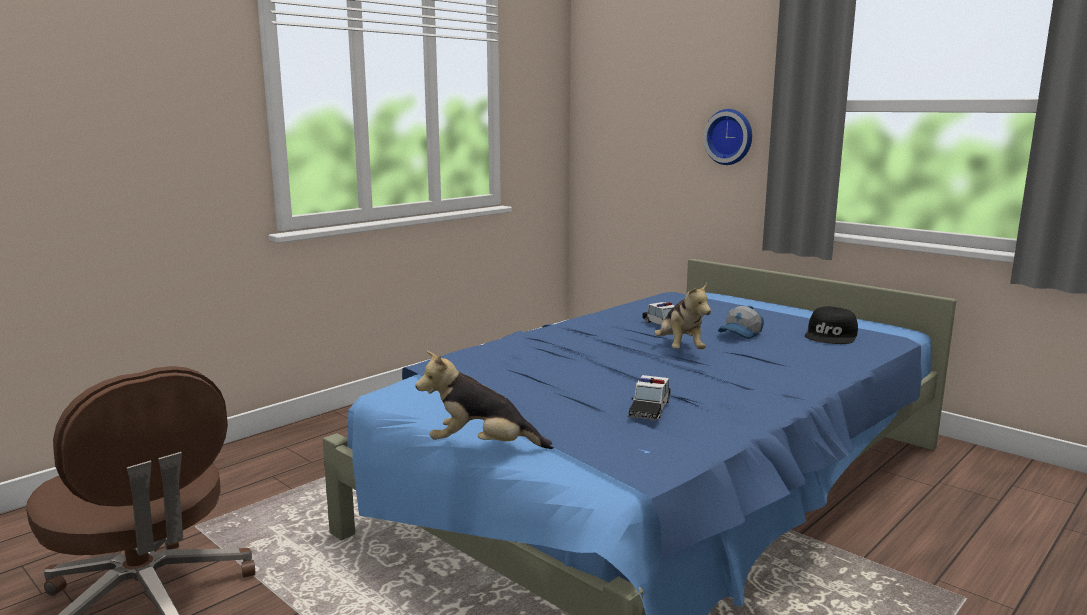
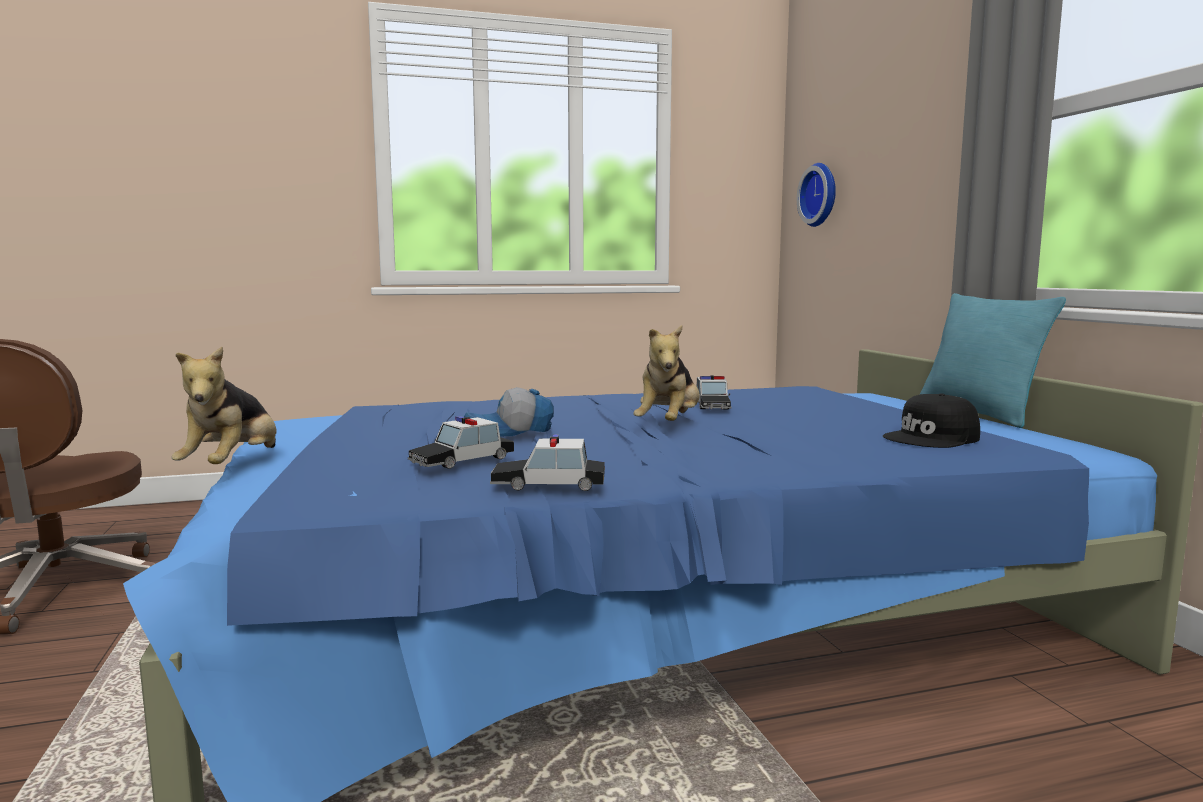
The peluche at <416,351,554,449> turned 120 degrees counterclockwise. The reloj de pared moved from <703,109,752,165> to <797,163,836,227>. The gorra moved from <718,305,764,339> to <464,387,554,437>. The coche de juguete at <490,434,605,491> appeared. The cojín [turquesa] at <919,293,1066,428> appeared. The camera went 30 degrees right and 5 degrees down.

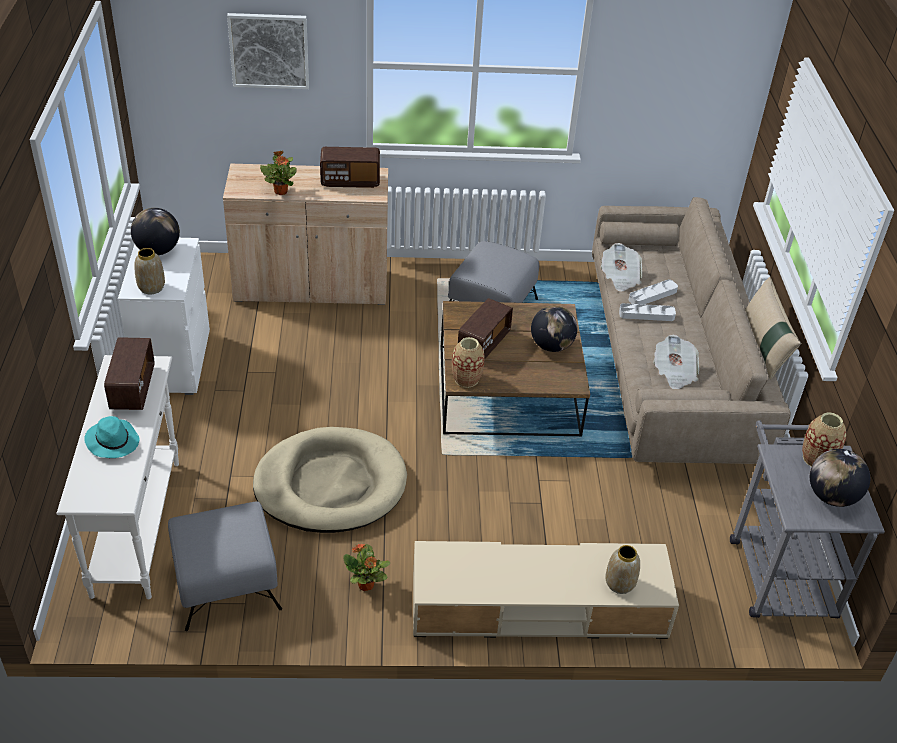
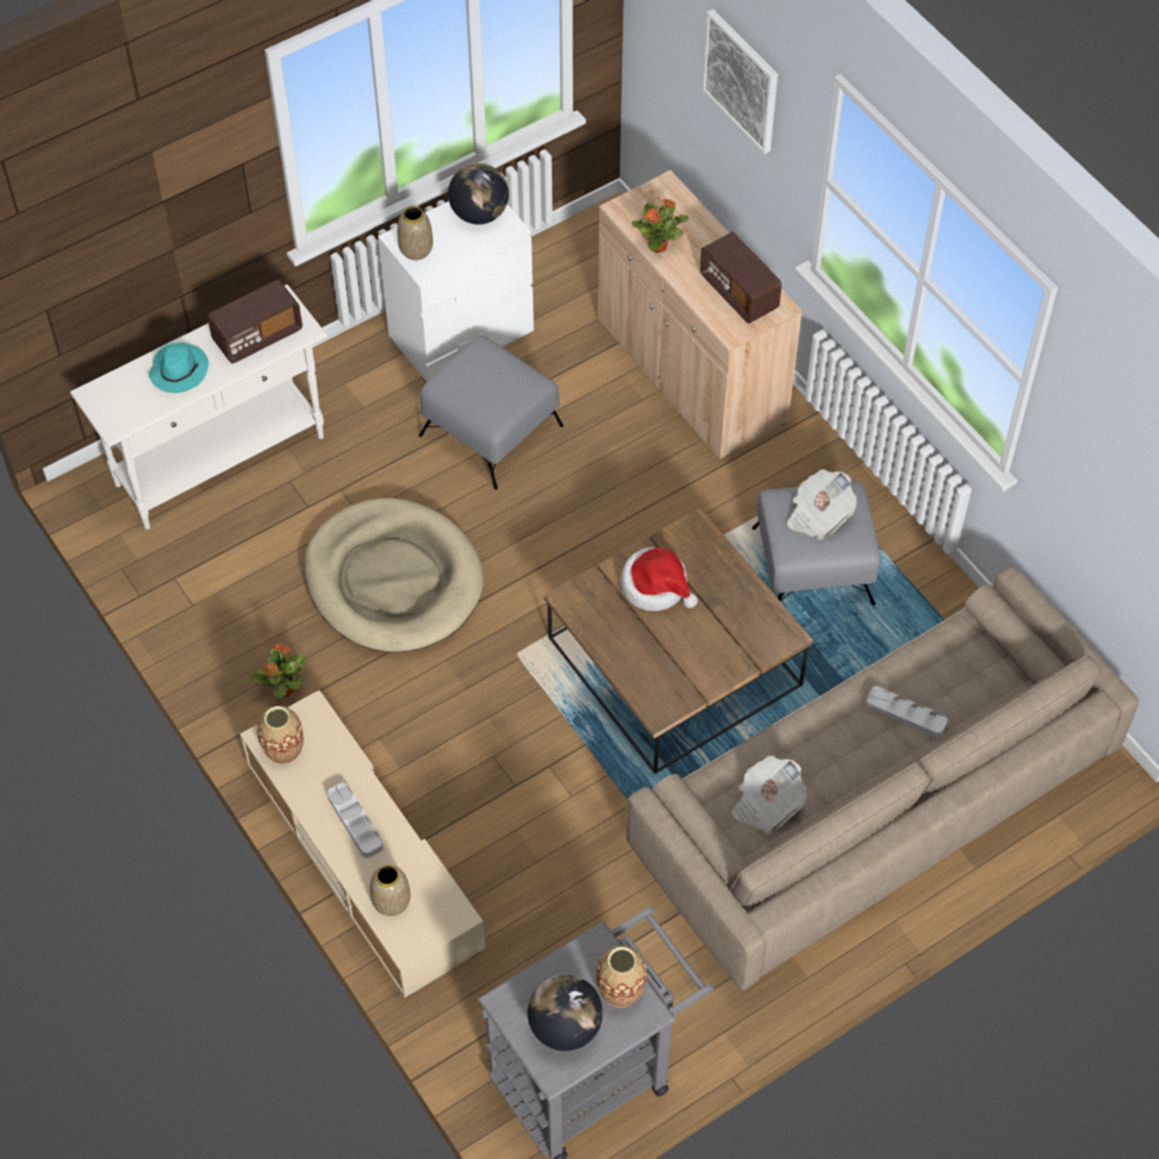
The puf [gris] moved from <168,501,282,631> to <419,335,563,490>. The florero moved from <452,337,484,388> to <257,706,304,764>. The radio at <458,298,513,360> was replaced by the sombrero at <620,547,698,611>. The globo terráqueo at <531,306,577,352> disappeared. The periódico moved from <601,243,642,292> to <787,469,857,540>. The bandeja [gris] moved from <619,303,676,321> to <327,782,383,858>. The cojín [beis] at <745,277,801,380> disappeared. The camera went 60 degrees right and 15 degrees up.

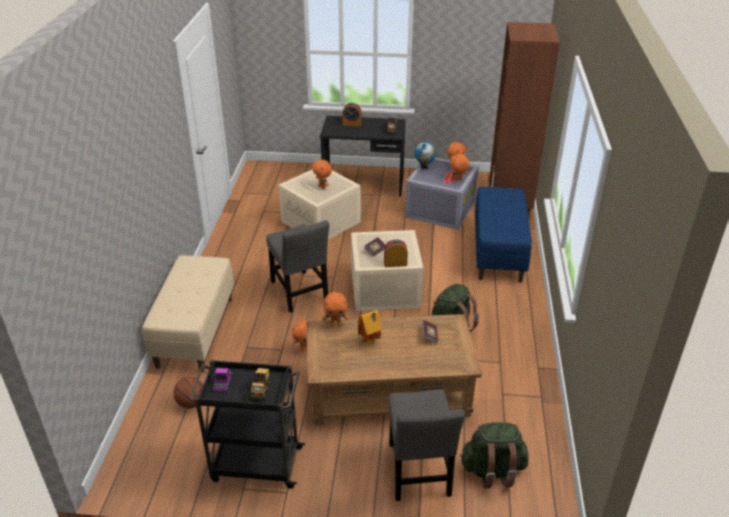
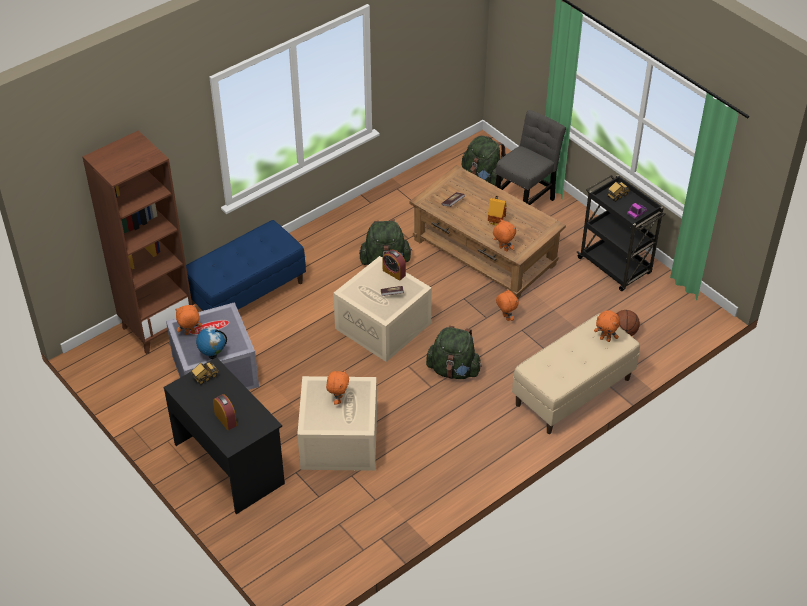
The silla [gris] at <266,220,330,312> was replaced by the mochila [verde] at <426,326,482,379>. The peluche [naranja] moved from <449,154,470,182> to <594,310,620,342>. The camera went 135 degrees left and 10 degrees up.

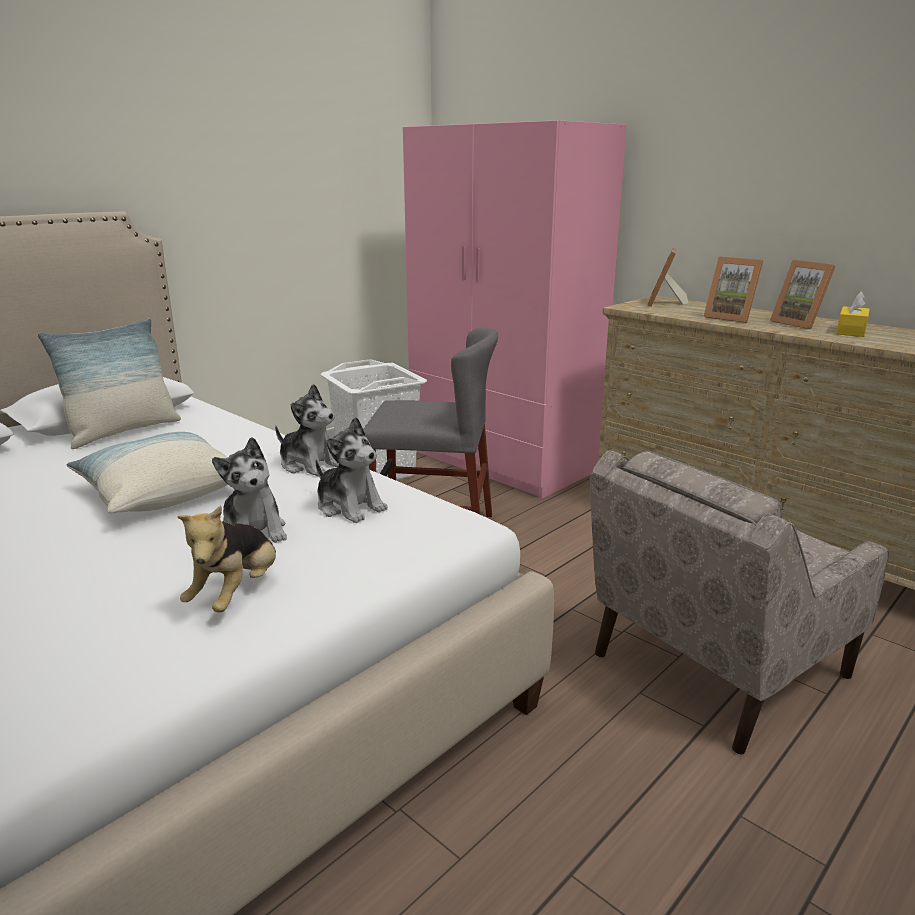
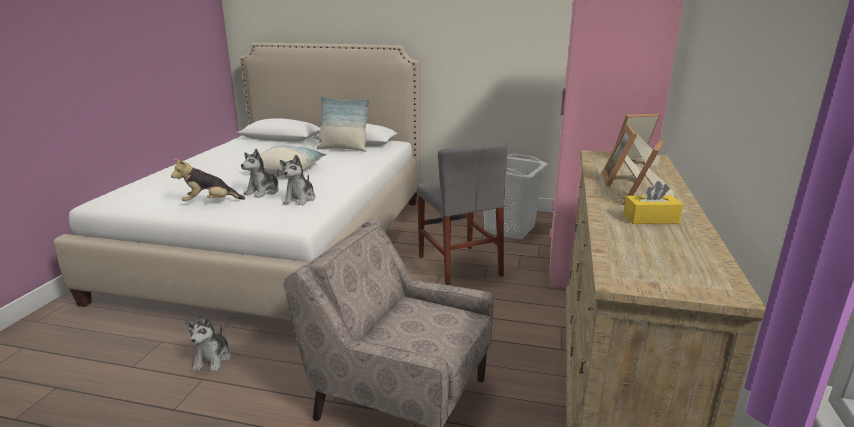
The peluche moved from <275,384,339,476> to <185,315,231,372>. The camera went 60 degrees right and 0 degrees up.

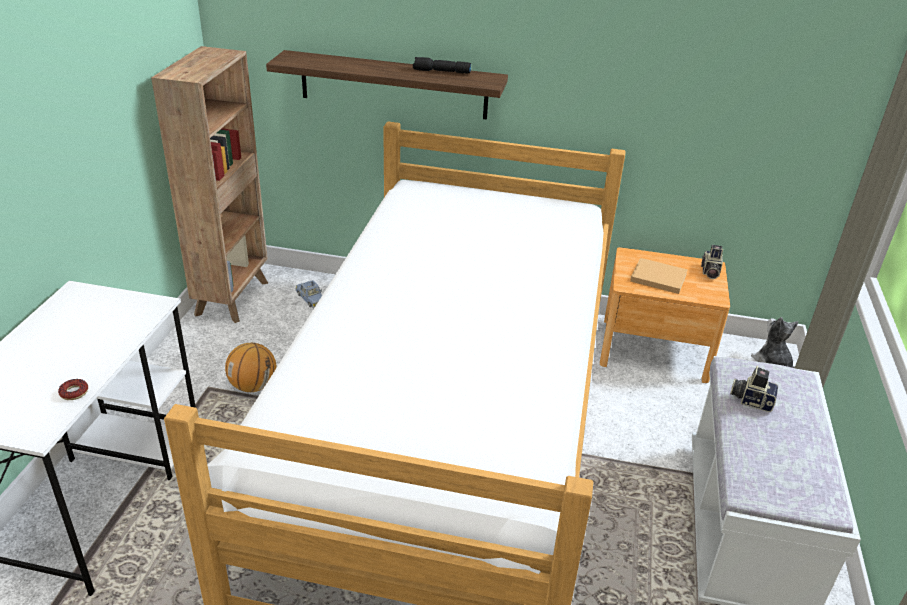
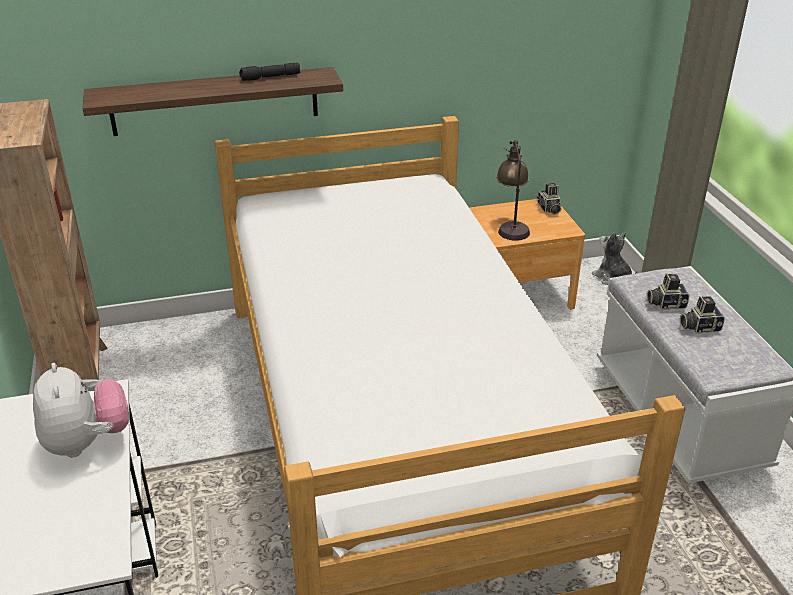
The rosquilla at <58,379,88,400> disappeared. The balón de baloncesto at <225,343,276,392> disappeared. The coche de juguete [azul] at <295,280,322,309> disappeared. The libro [beis] at <630,258,688,294> was replaced by the lámpara de mesa at <496,140,530,241>. The peluche at <33,363,129,457> appeared. The cámara at <680,296,725,333> appeared. The camera went 25 degrees left and 0 degrees up.

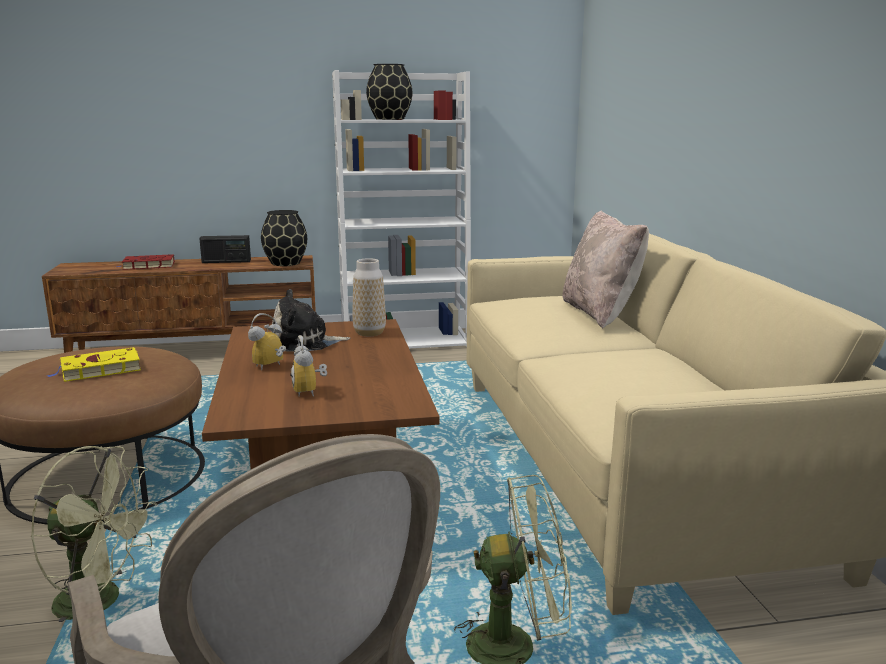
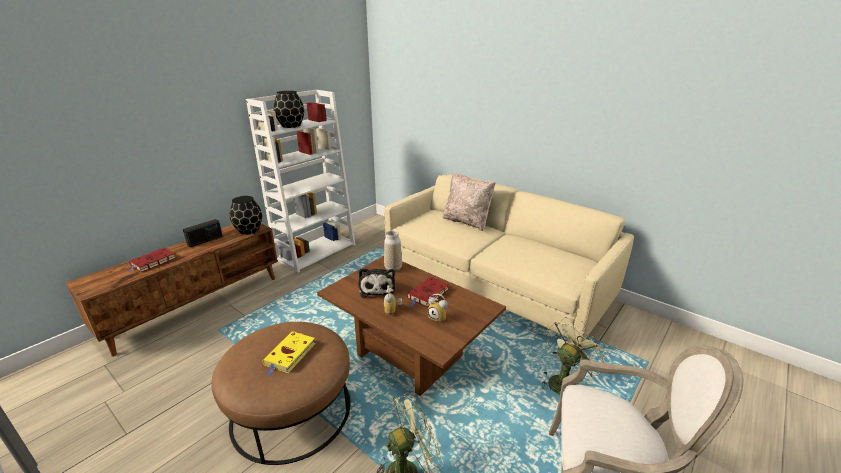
The peluche at <272,289,350,352> turned 45 degrees counterclockwise. The libro [rojo] at <407,277,449,307> appeared. The camera went 40 degrees left and 10 degrees up.

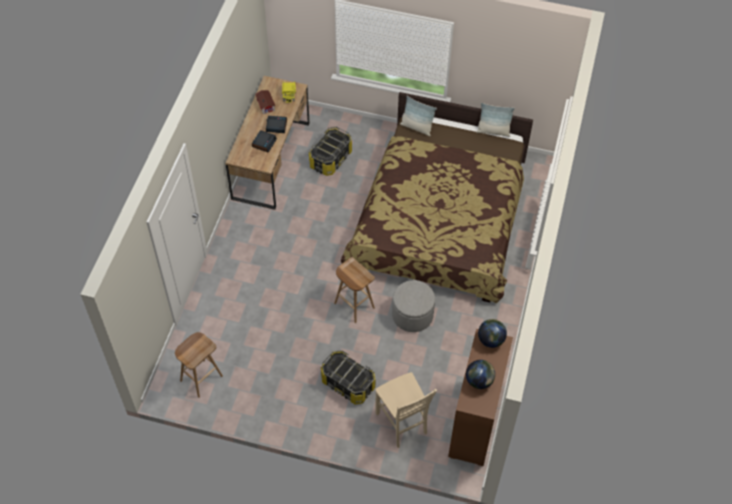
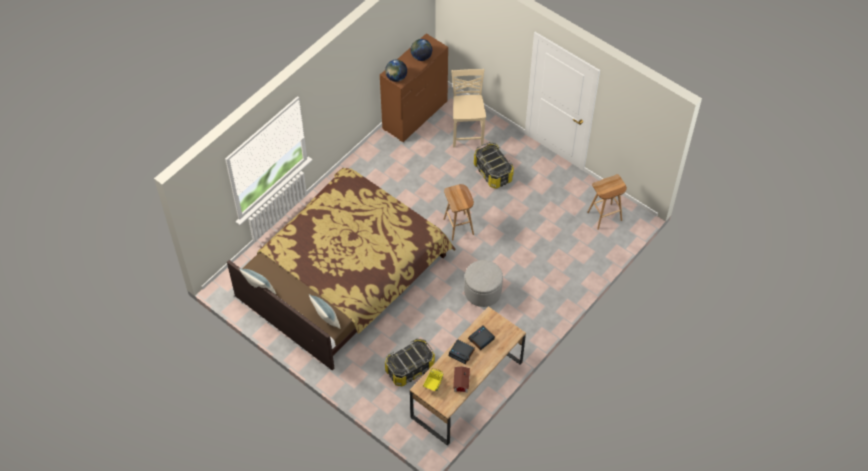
The puf [gris] moved from <392,280,435,332> to <464,260,503,307>. The camera went 155 degrees left and 0 degrees up.

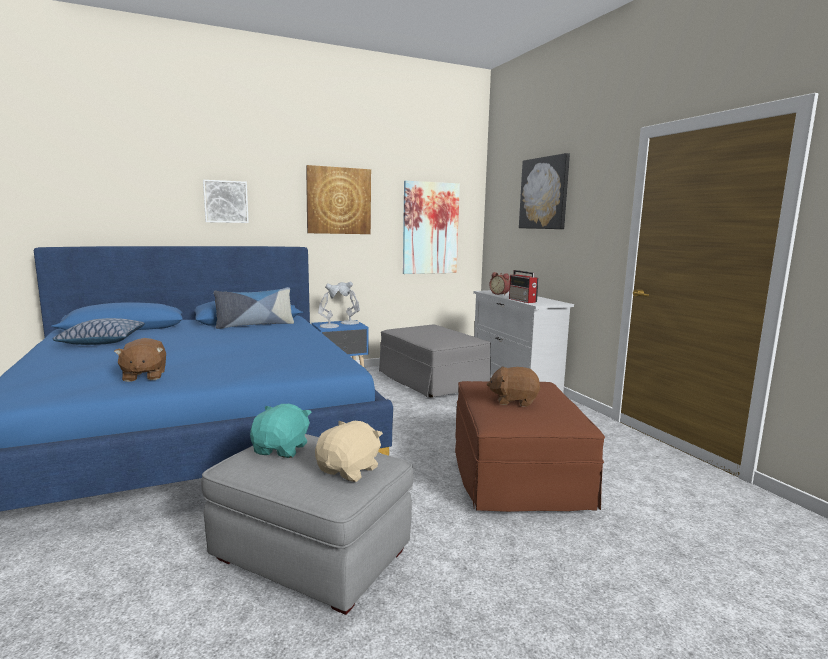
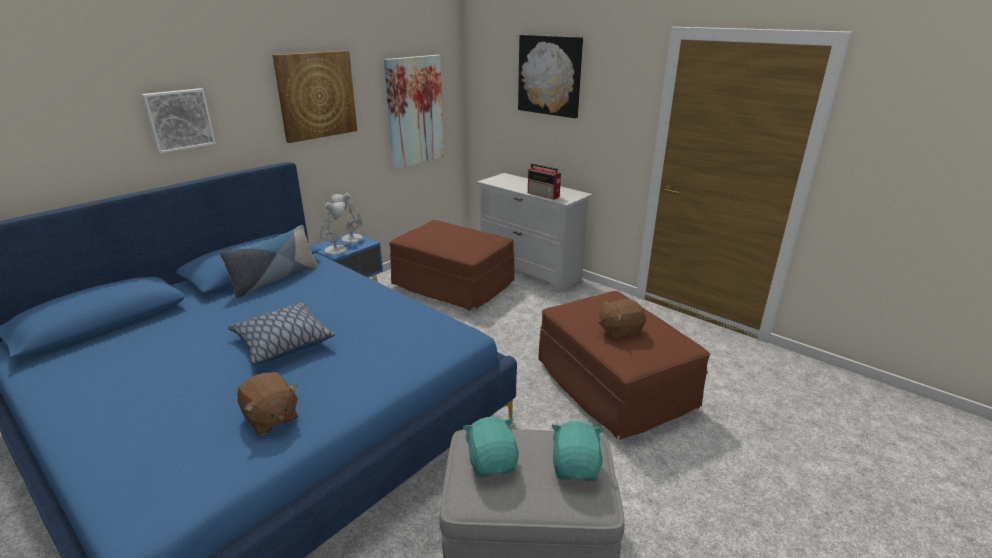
The cojín moved from <53,318,145,345> to <228,302,335,365>. The peluche [beis] at <315,421,383,482> became the peluche [turquesa] at <551,421,604,481>. The puf [gris] at <379,325,491,398> became the puf [marrón] at <389,220,514,311>. The despertador at <490,272,510,295> disappeared. The camera went 25 degrees left and 15 degrees up.

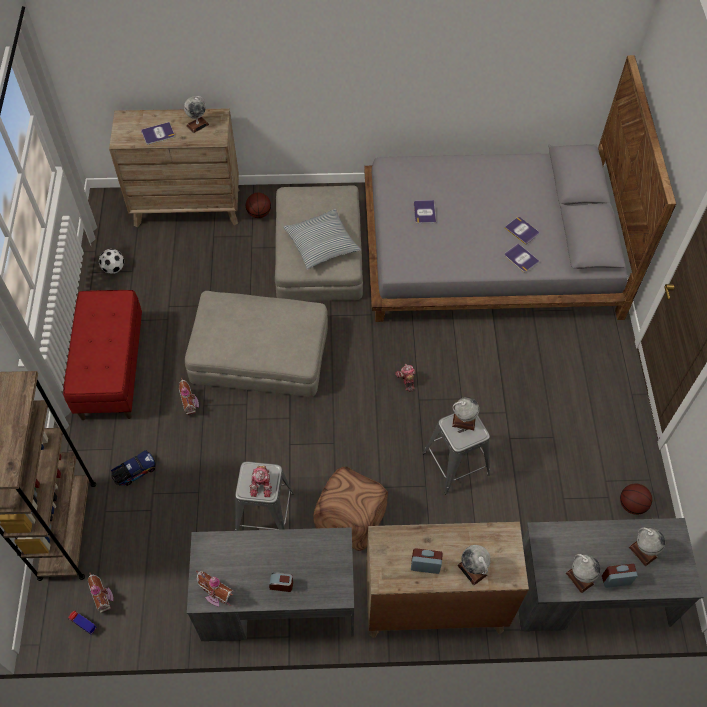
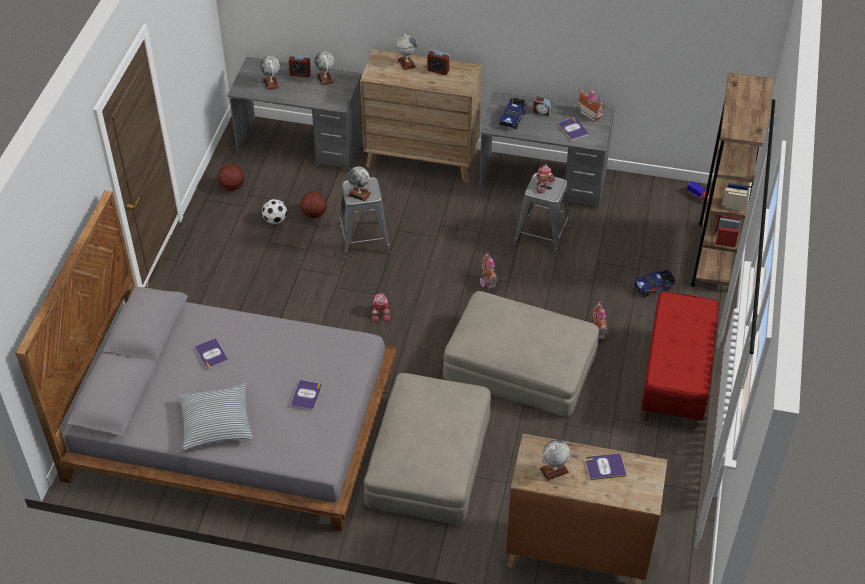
The casita moved from <88,573,114,613> to <480,251,498,290>. The balón de fútbol moved from <99,249,124,274> to <262,199,287,224>. The balón de baloncesto moved from <246,193,271,218> to <300,192,327,218>. The cojín moved from <283,209,361,270> to <177,383,253,450>. The puf [marrón] at <313,466,388,551> disappeared. The libro moved from <504,243,540,272> to <557,117,588,141>. The camión de juguete at <499,98,527,129> appeared. The camera went 165 degrees left and 10 degrees down.

